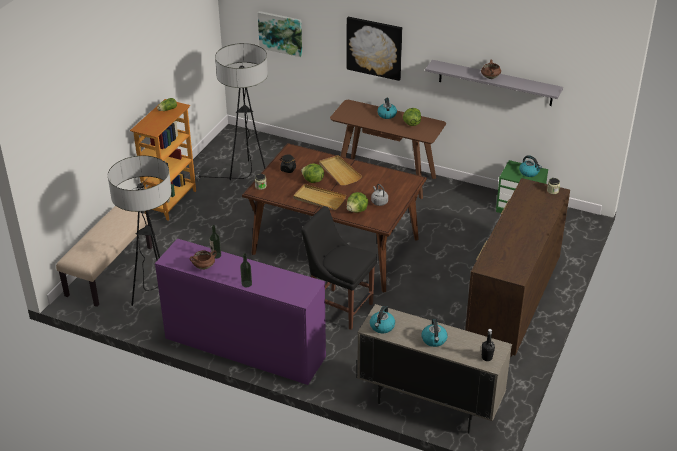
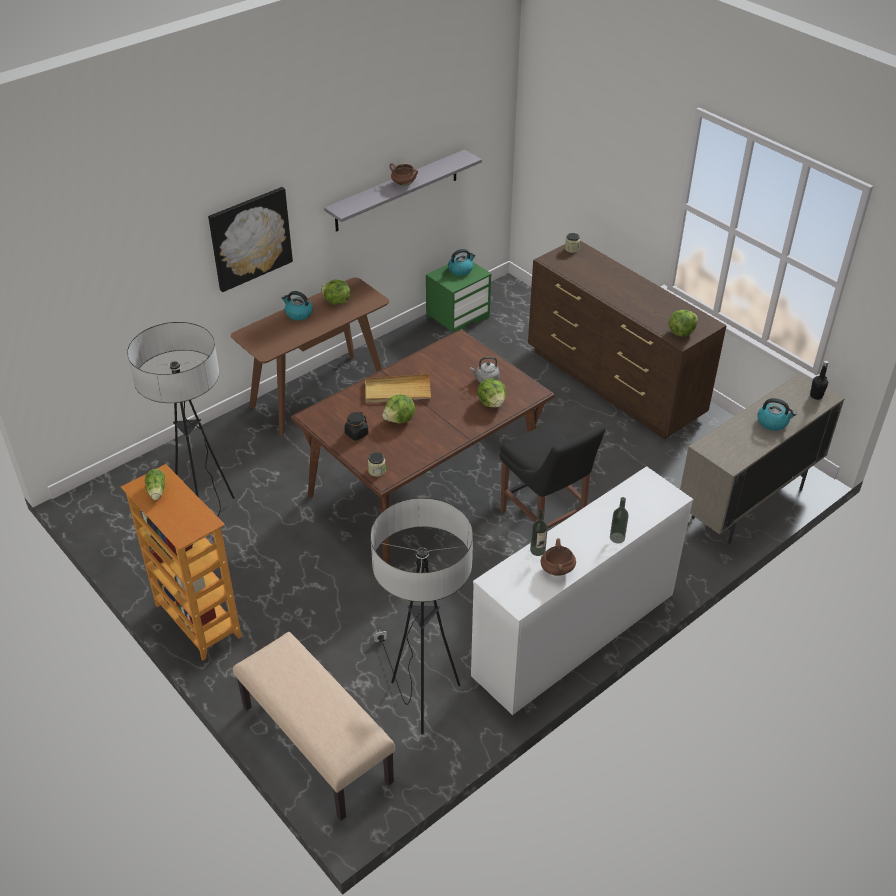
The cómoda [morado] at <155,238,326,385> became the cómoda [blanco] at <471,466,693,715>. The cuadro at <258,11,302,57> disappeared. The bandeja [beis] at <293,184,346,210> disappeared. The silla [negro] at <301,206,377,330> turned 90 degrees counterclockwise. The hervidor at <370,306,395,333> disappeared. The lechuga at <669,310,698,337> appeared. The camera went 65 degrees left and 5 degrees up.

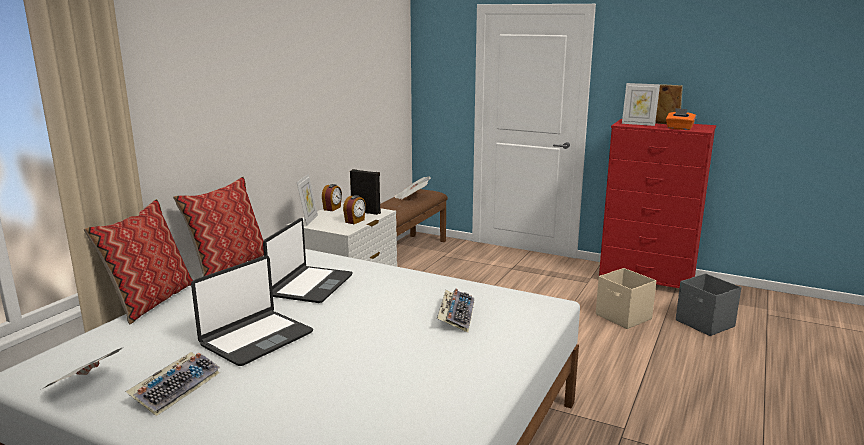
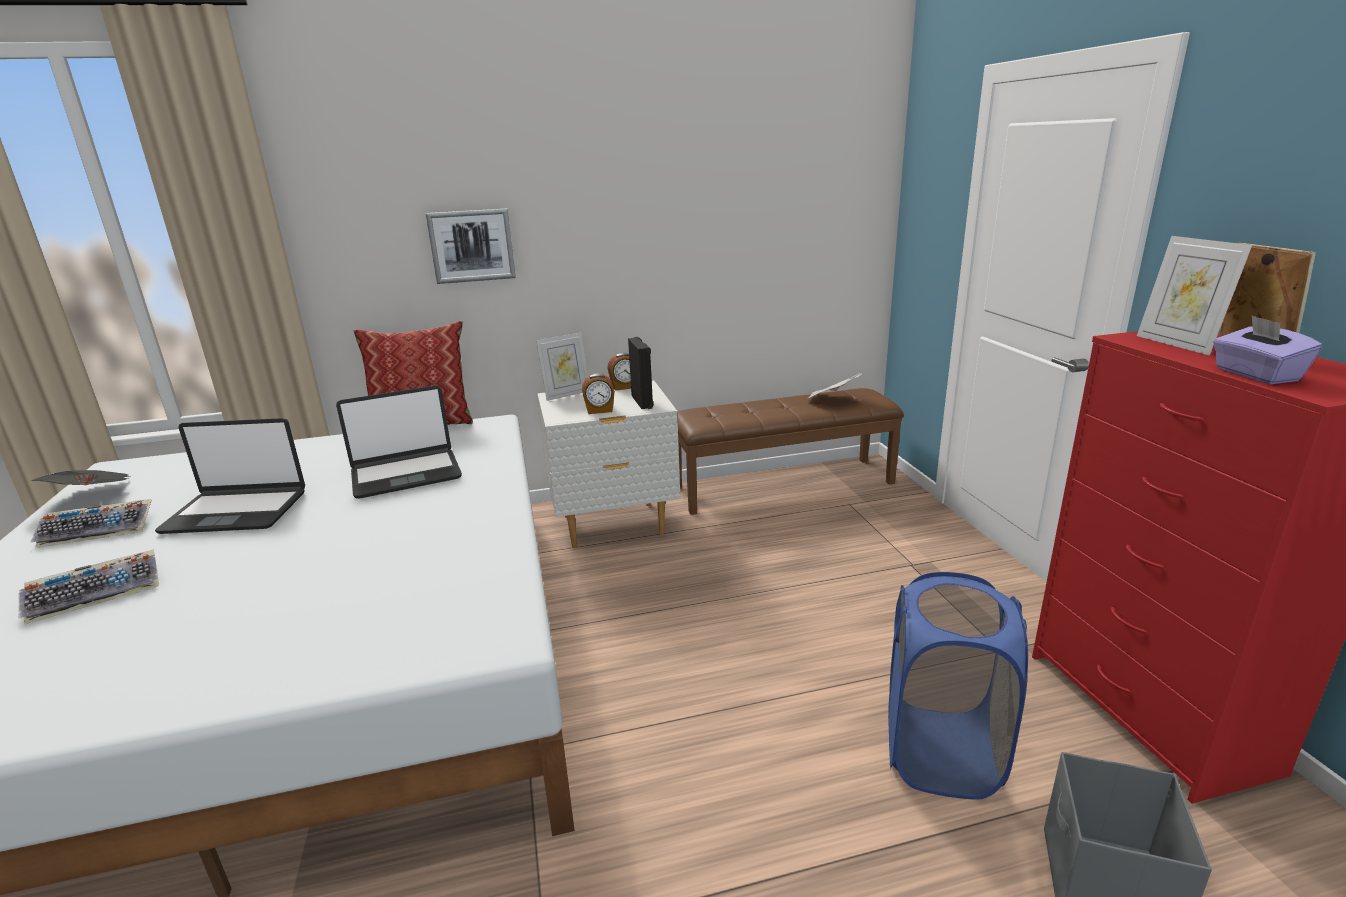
The cojín at <84,199,193,324> disappeared. The teclado moved from <437,289,474,333> to <19,550,159,624>. The caja de almacenaje [beis] at <596,268,656,329> was replaced by the cesto de la ropa [azul] at <888,572,1028,800>. The caja de pañuelos [naranja] at <666,108,696,130> became the caja de pañuelos [morado] at <1213,315,1322,384>. The cuadro at <426,209,516,284> appeared. The camera went 50 degrees right and 5 degrees up.

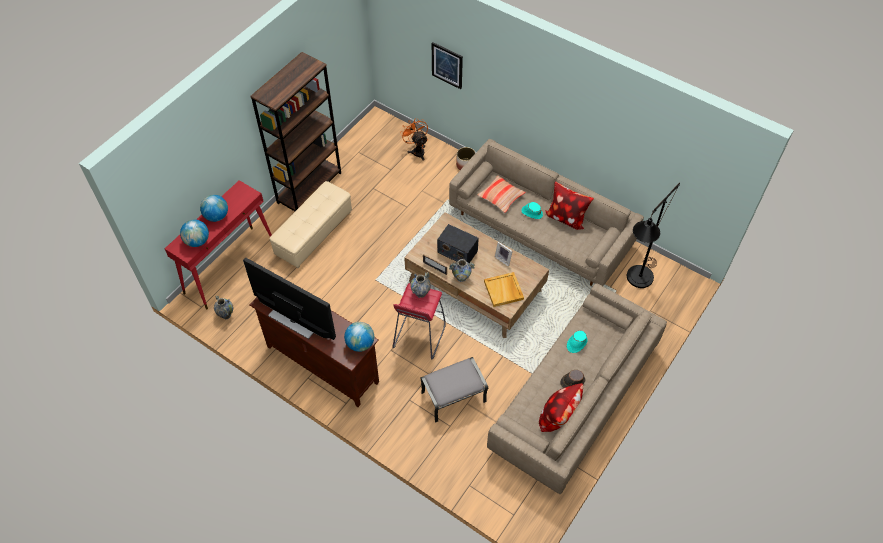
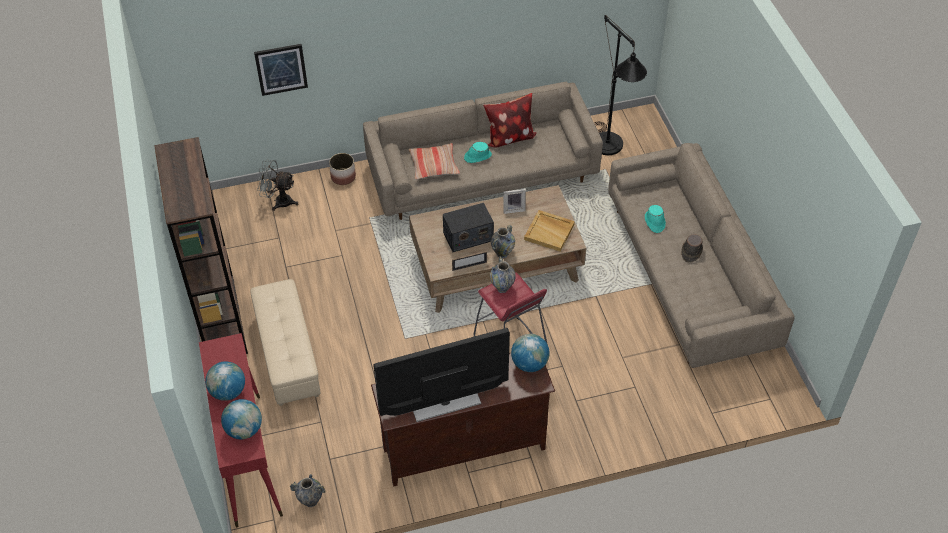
The ventilador [naranja] at <400,118,428,161> became the ventilador [gris] at <257,160,298,211>. The puf [gris] at <420,357,488,423> disappeared. The cojín at <539,383,583,432> disappeared. The camera went 50 degrees left and 5 degrees down.

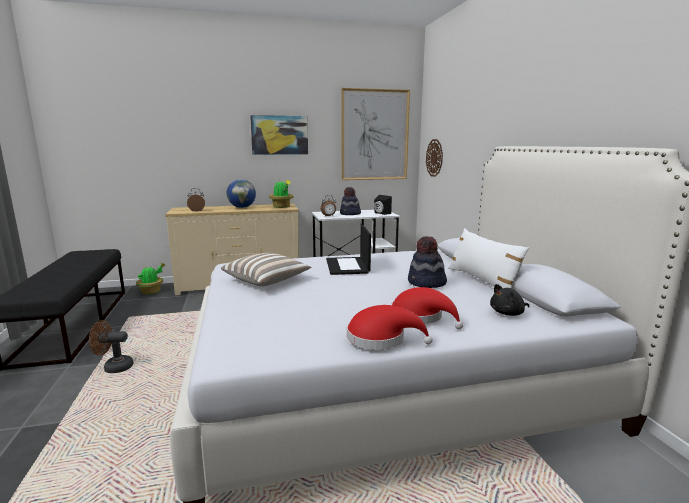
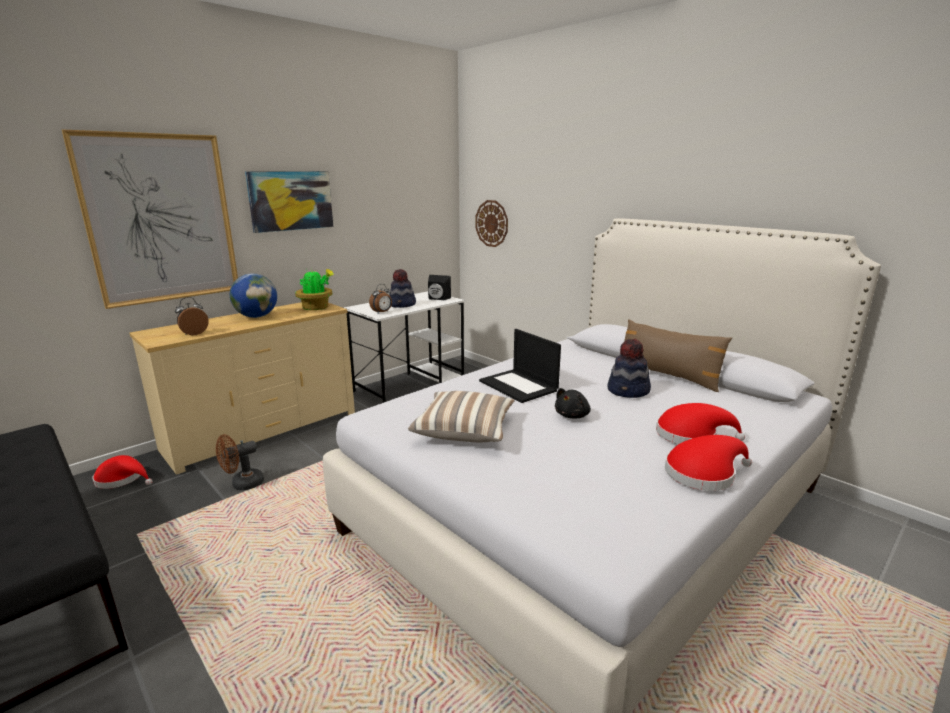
The ventilador [marrón] moved from <89,320,134,373> to <216,434,264,490>. The planta en maceta at <136,263,165,294> was replaced by the sombrero [rojo] at <93,455,152,489>. The cuadro moved from <341,88,410,180> to <62,129,238,309>. The cojín [blanco] at <448,228,529,289> became the cojín [marrón] at <620,319,732,392>. The peluche [negro] moved from <490,284,529,316> to <555,388,591,418>. The camera went 30 degrees left and 5 degrees up.

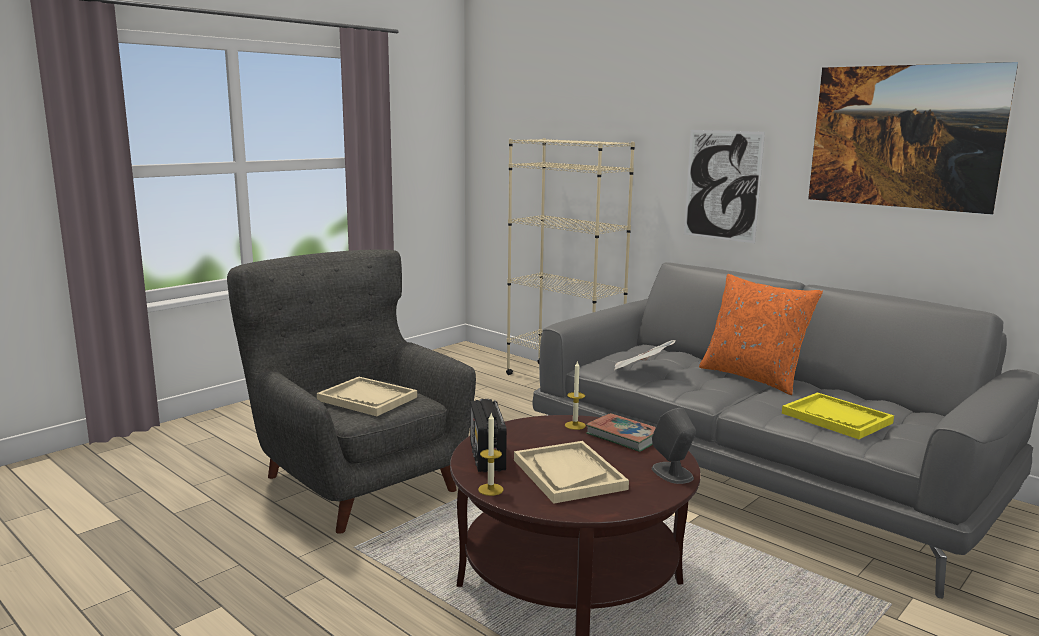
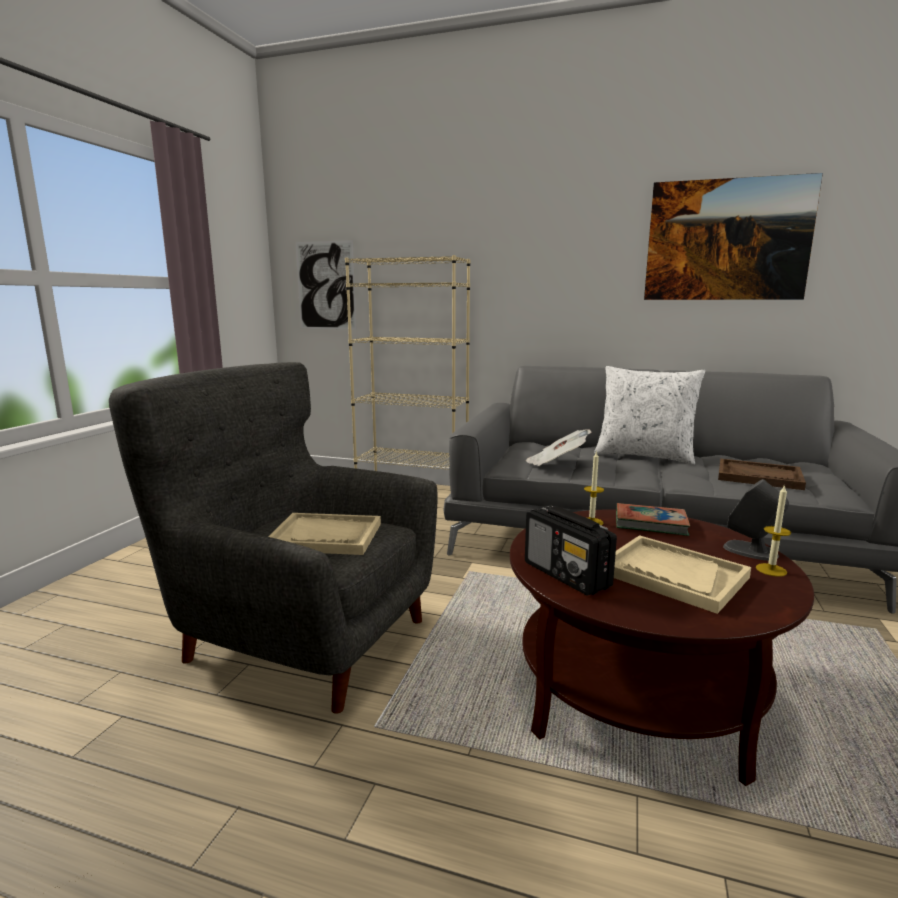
The vela moved from <478,413,504,496> to <756,484,791,577>. The cuadro moved from <684,130,765,243> to <295,240,356,329>. The cojín [naranja] at <699,274,823,395> became the cojín [blanco] at <594,366,705,465>. The bandeja [amarillo] at <782,392,894,439> became the bandeja [marrón] at <718,458,806,490>. The camera went 25 degrees left and 0 degrees up.

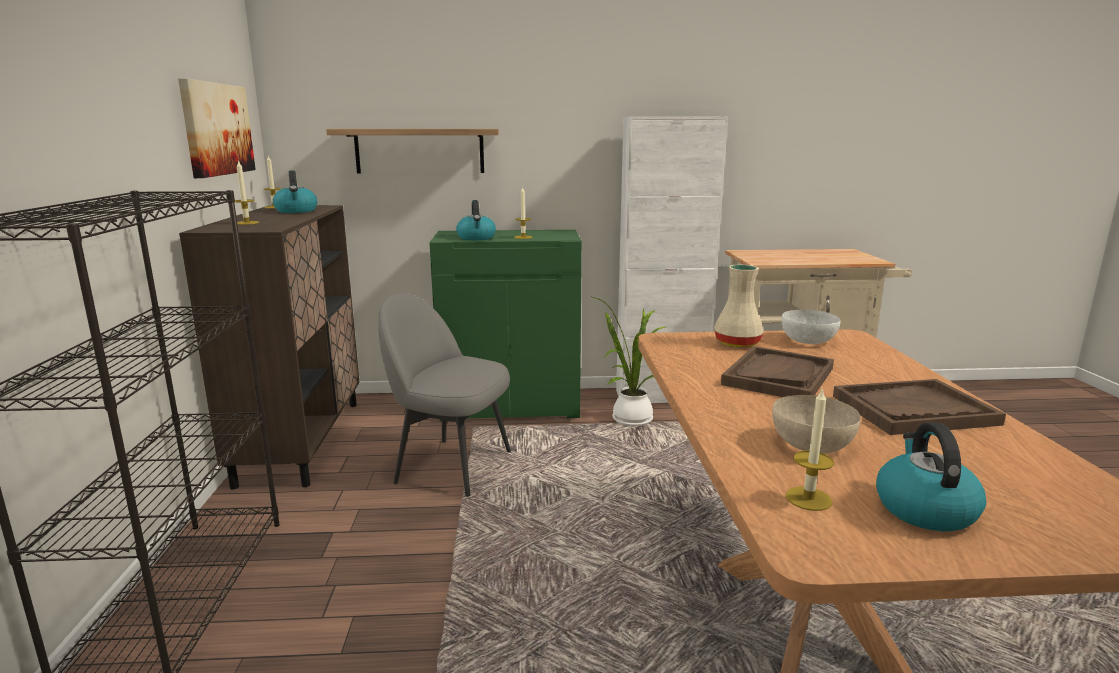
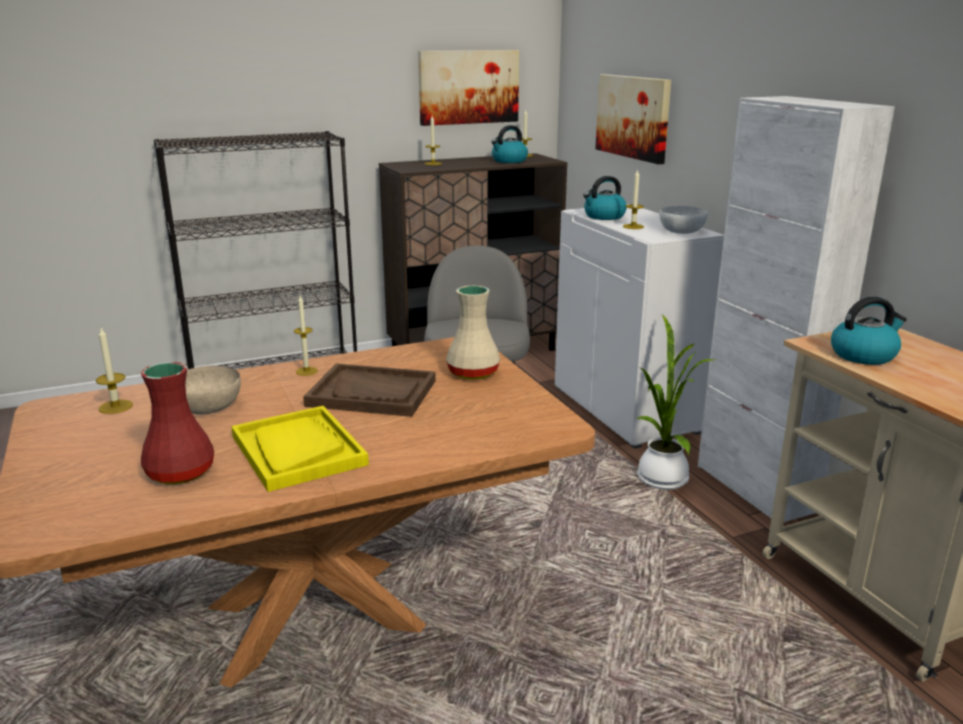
The estante at <326,129,499,174> was replaced by the cuadro at <595,74,671,164>. The armario [verde] at <430,230,582,421> became the armario [blanco] at <555,204,724,449>. The cuenco [blanco] moved from <782,310,840,344> to <659,206,708,234>. The bandeja [marrón] at <833,379,1006,435> became the bandeja [amarillo] at <231,406,369,492>. The hervidor moved from <876,422,986,531> to <831,297,907,365>. The florero [rojo] at <141,362,214,484> appeared. The vela at <294,296,318,376> appeared. The camera went 70 degrees right and 5 degrees up.

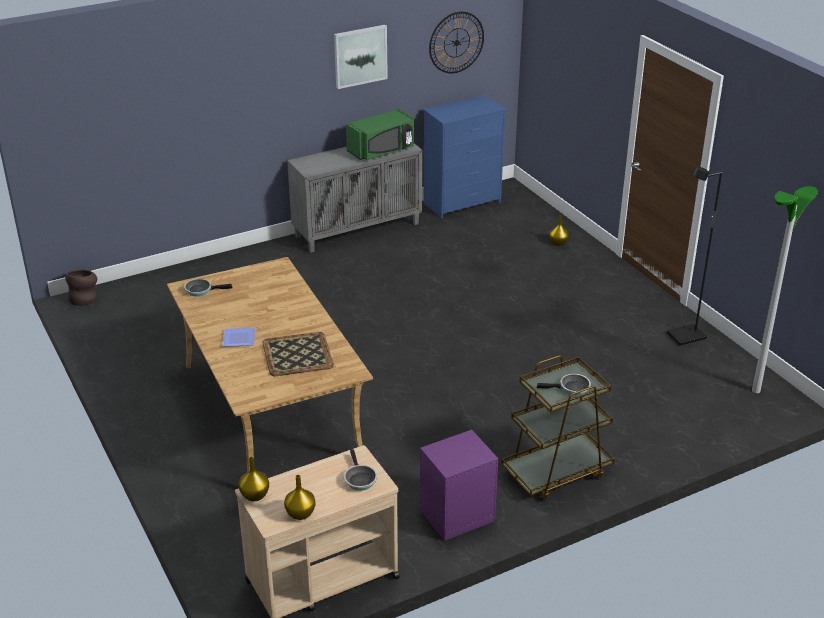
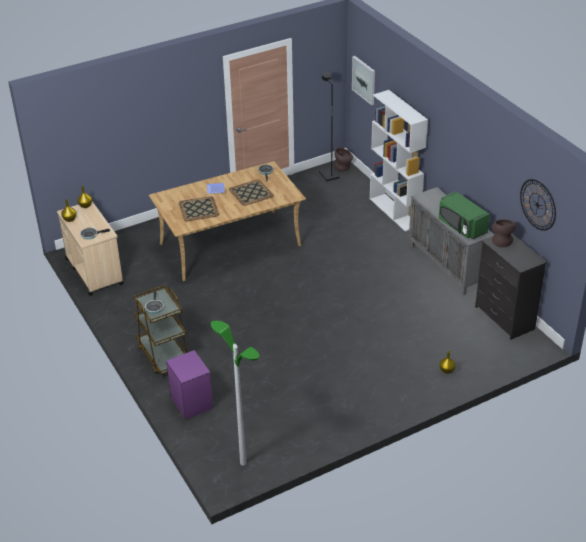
The cuadro moved from <334,25,388,89> to <352,56,375,105>. The mesita de noche [morado] moved from <420,430,498,541> to <166,350,213,420>. The cómoda [azul] at <423,95,506,219> became the cómoda [negro] at <475,233,547,340>. The lámpara de pie [negro] moved from <667,166,722,346> to <319,71,339,182>. The bandeja at <229,179,274,206> appeared. The estantería [blanco] at <370,90,428,232> appeared. The florero [marrón] at <492,219,516,247> appeared. The camera went 90 degrees right and 5 degrees up.

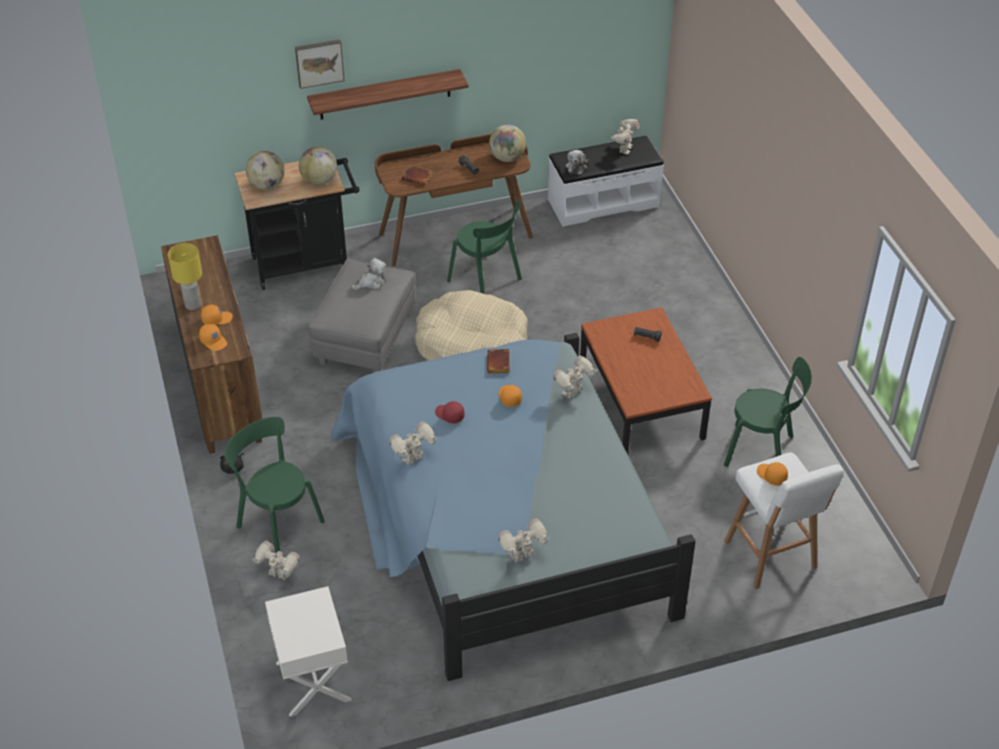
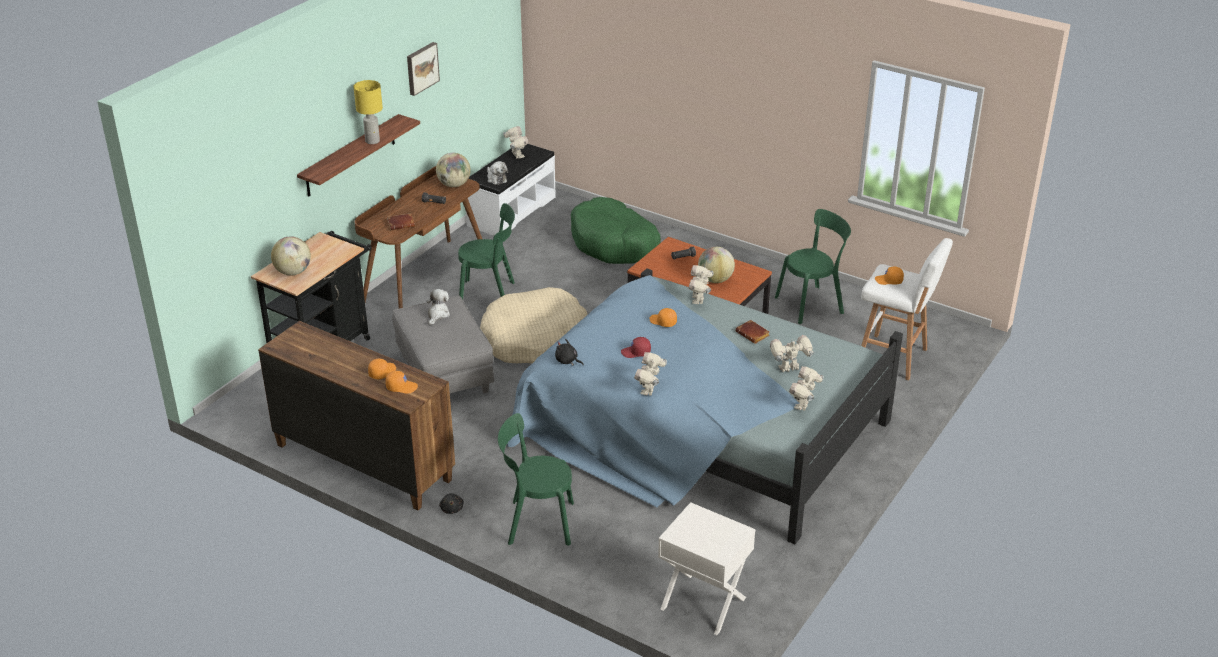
The lámpara de mesa [amarillo] moved from <168,243,202,310> to <353,80,383,144>. The robot de juguete moved from <252,540,300,580> to <770,335,814,372>. The cuadro moved from <295,39,345,89> to <407,42,440,96>. The globo terráqueo moved from <299,147,337,185> to <698,247,735,283>. The libro [marrón] moved from <487,349,510,373> to <735,320,770,344>. The peluche [negro] at <555,339,584,366> appeared. The cama para perro [verde] at <571,197,661,264> appeared. The camera went 40 degrees left and 10 degrees down.

